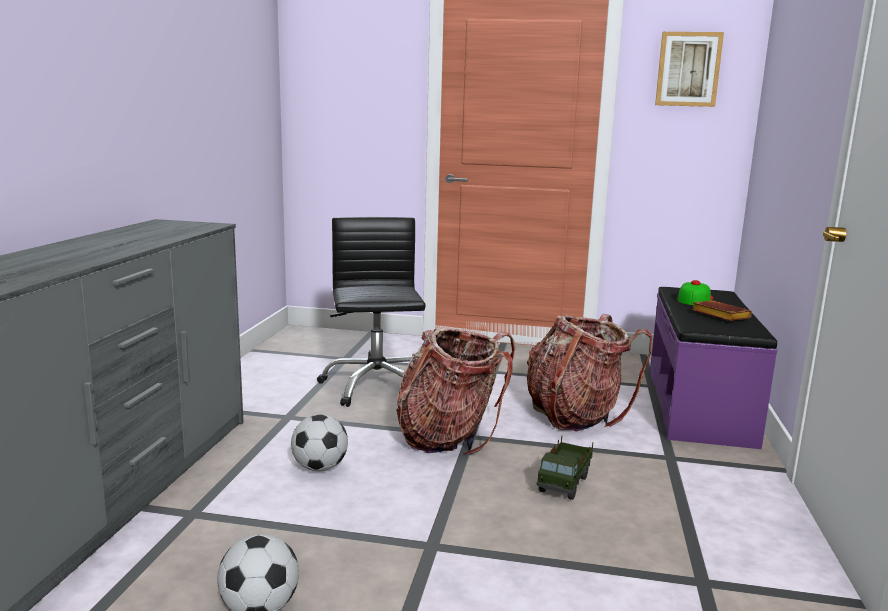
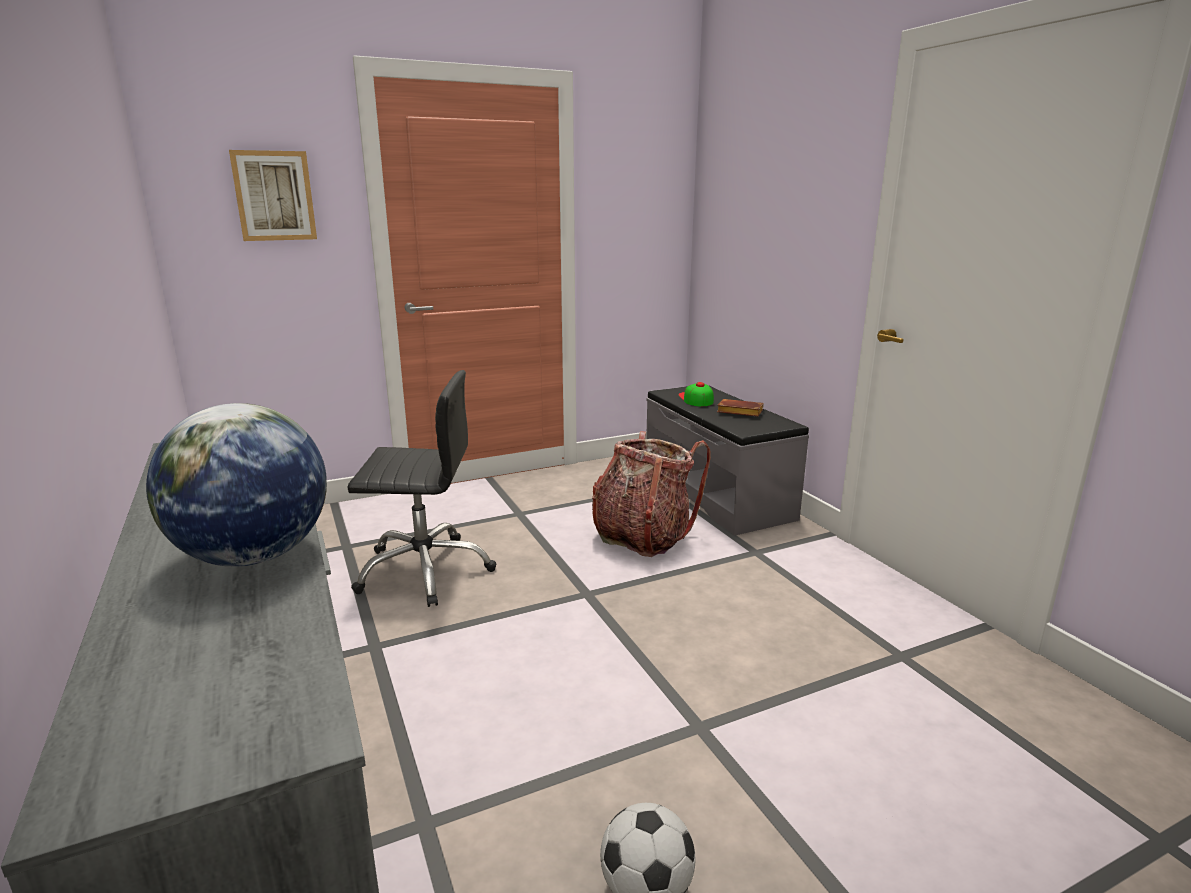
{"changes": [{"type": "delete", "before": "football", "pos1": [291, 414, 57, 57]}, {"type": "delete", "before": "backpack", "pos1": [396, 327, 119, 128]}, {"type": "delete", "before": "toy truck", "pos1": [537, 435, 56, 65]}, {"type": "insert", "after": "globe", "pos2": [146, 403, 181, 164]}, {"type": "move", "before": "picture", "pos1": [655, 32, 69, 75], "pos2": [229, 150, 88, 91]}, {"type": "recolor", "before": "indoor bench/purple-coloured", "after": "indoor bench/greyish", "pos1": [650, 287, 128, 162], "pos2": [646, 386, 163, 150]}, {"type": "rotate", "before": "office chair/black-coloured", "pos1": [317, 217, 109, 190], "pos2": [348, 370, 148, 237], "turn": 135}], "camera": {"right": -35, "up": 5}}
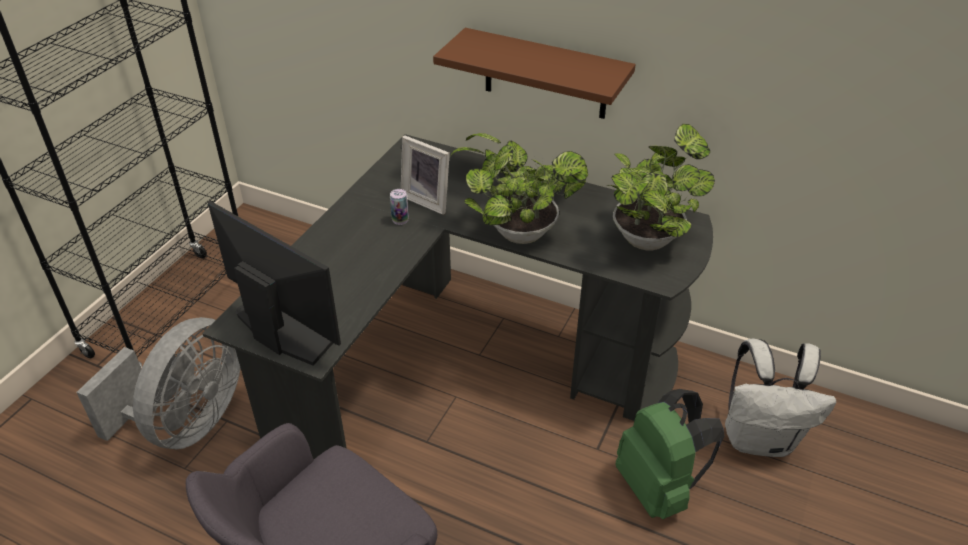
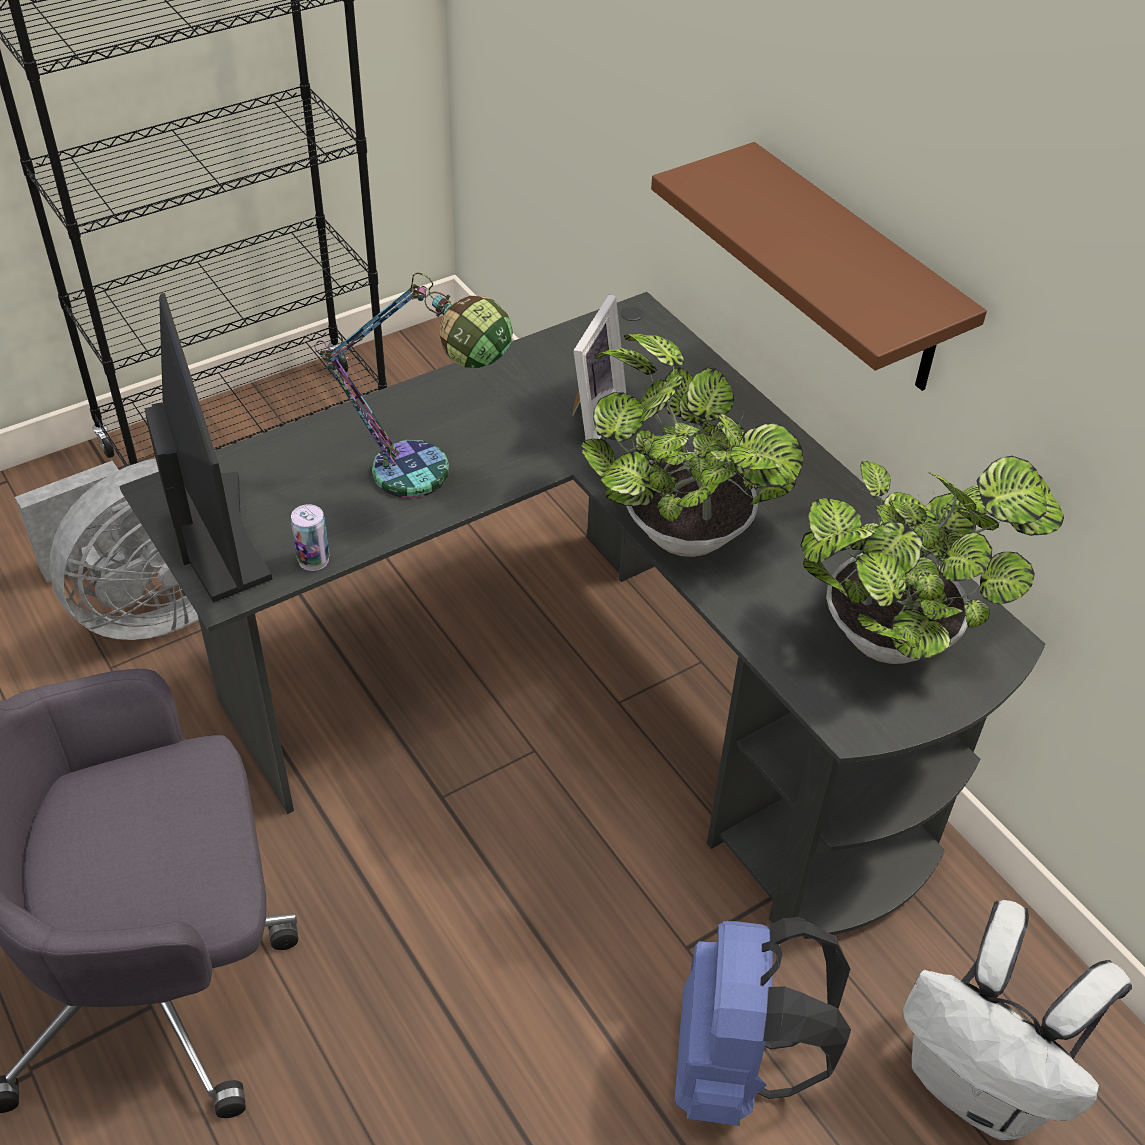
{"changes": [{"type": "insert", "after": "table lamp", "pos2": [315, 273, 198, 225]}, {"type": "move", "before": "sealed can", "pos1": [390, 189, 19, 36], "pos2": [291, 504, 39, 67]}, {"type": "recolor", "before": "backpack/green", "after": "backpack/blue-coloured", "pos1": [615, 389, 109, 130], "pos2": [674, 917, 177, 209]}, {"type": "rotate", "before": "standing frame", "pos1": [401, 136, 49, 79], "pos2": [572, 295, 54, 145], "turn": -135}], "camera": {"right": 30, "up": 5}}
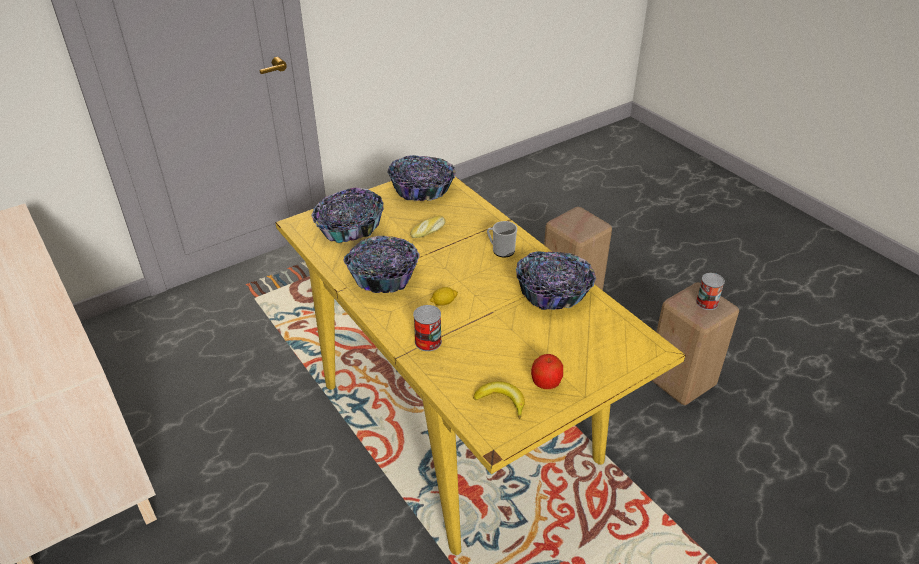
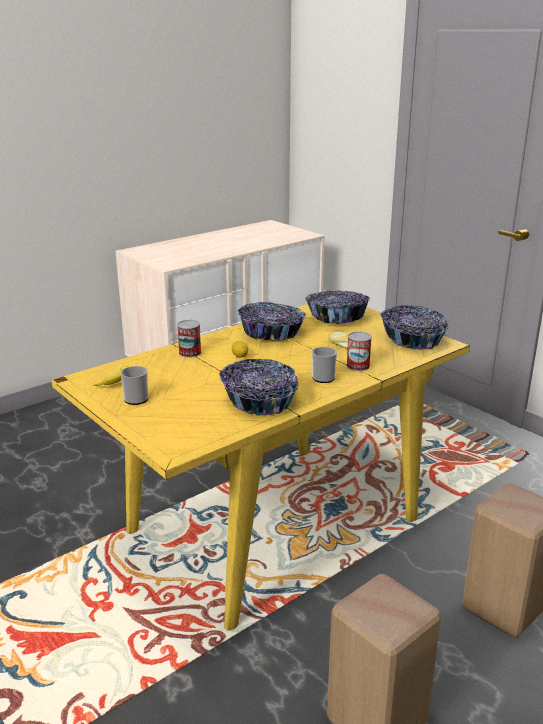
{"changes": [{"type": "move", "before": "sealed can", "pos1": [696, 273, 29, 37], "pos2": [346, 332, 26, 39]}, {"type": "replace", "before": "apple fruit", "after": "mug", "pos1": [531, 354, 32, 35], "pos2": [120, 366, 28, 39]}], "camera": {"right": 85, "up": -15}}
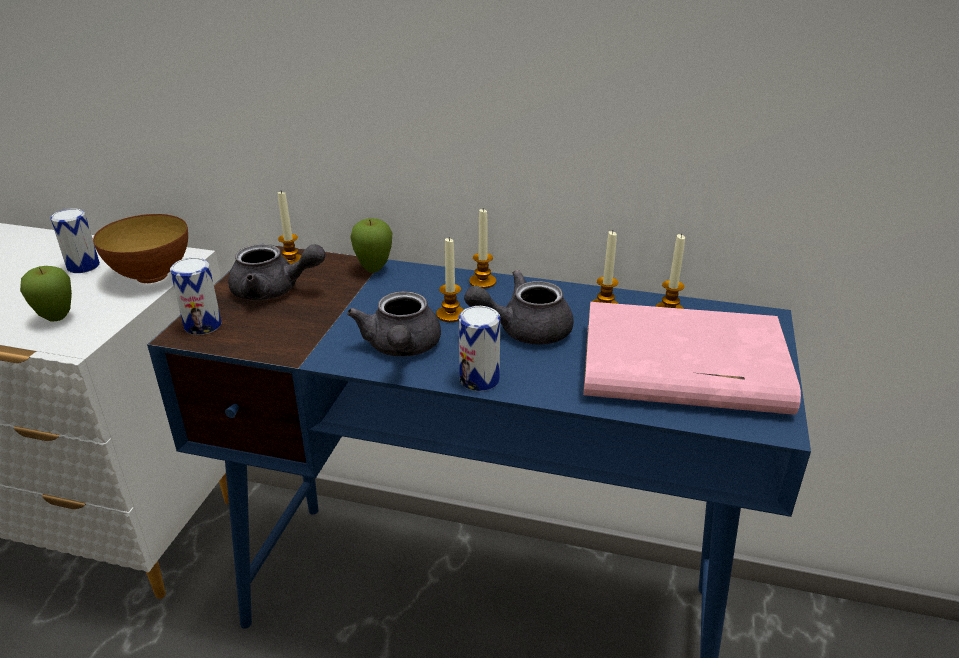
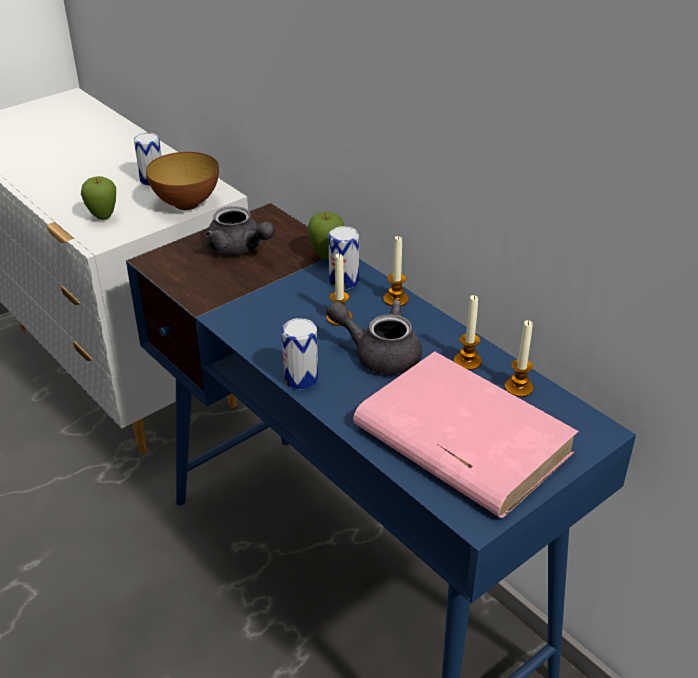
{"changes": [{"type": "delete", "before": "candle", "pos1": [278, 191, 24, 73]}, {"type": "delete", "before": "tea pot/greyish", "pos1": [347, 291, 94, 65]}, {"type": "move", "before": "sealed can", "pos1": [170, 257, 52, 78], "pos2": [328, 226, 31, 64]}], "camera": {"right": 35, "up": 5}}
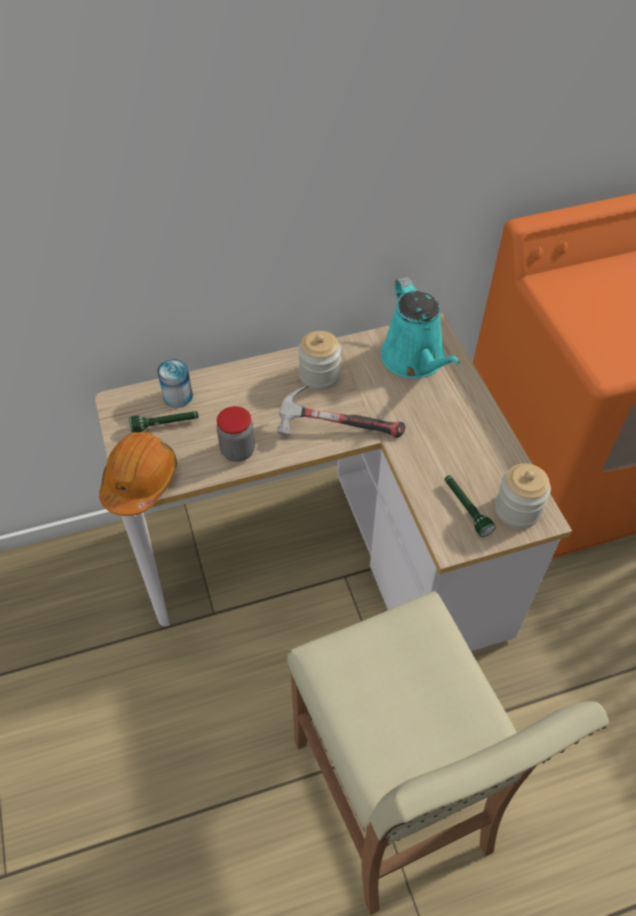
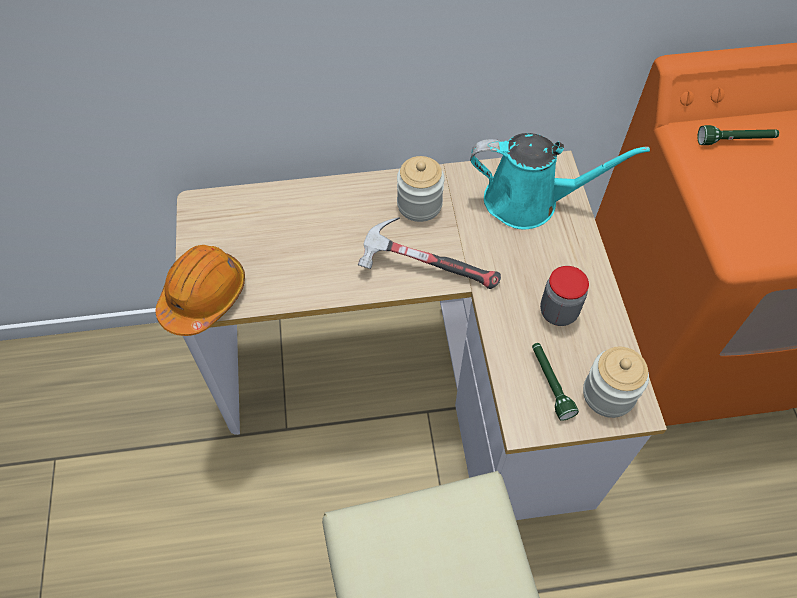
{"changes": [{"type": "delete", "before": "sealed can", "pos1": [157, 359, 36, 49]}, {"type": "move", "before": "torch/green", "pos1": [129, 411, 70, 22], "pos2": [698, 125, 81, 20]}, {"type": "move", "before": "storage jar", "pos1": [217, 406, 38, 56], "pos2": [540, 266, 49, 60]}, {"type": "rotate", "before": "watering can/turquoise", "pos1": [381, 277, 80, 101], "pos2": [470, 133, 180, 96], "turn": -75}], "camera": {"right": 10, "up": 5}}
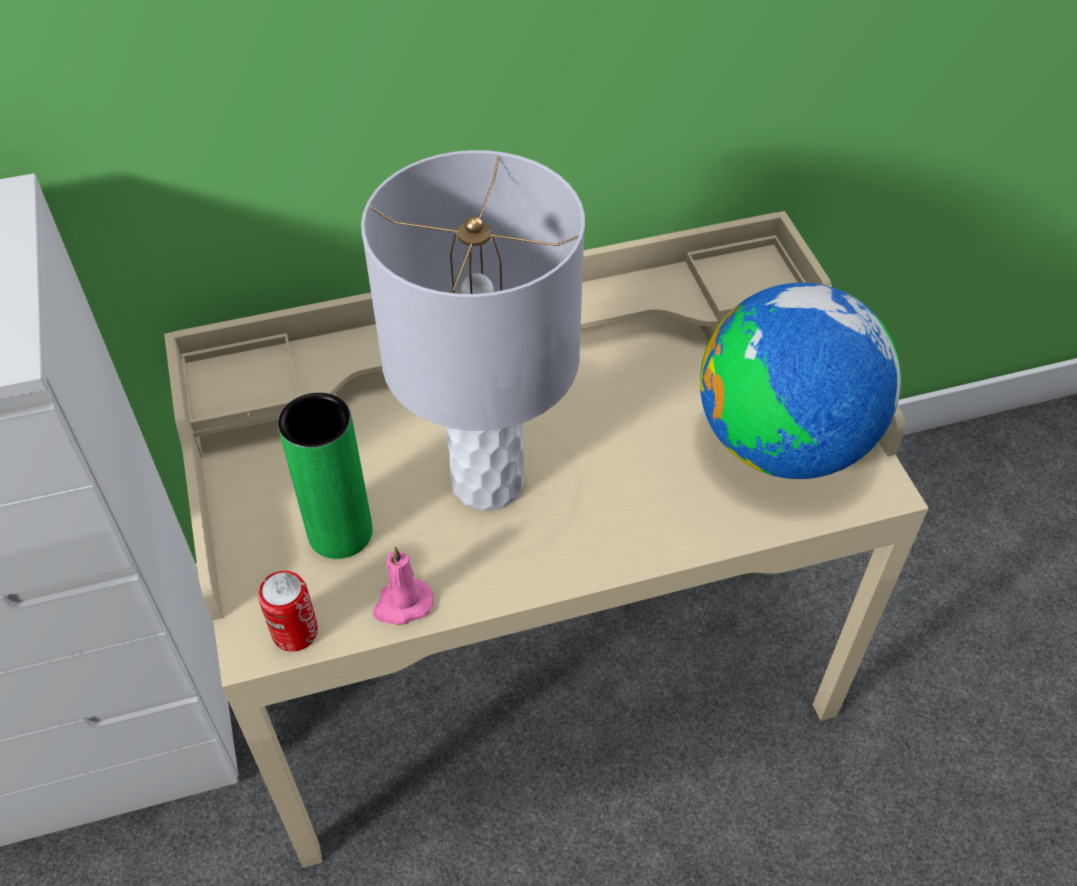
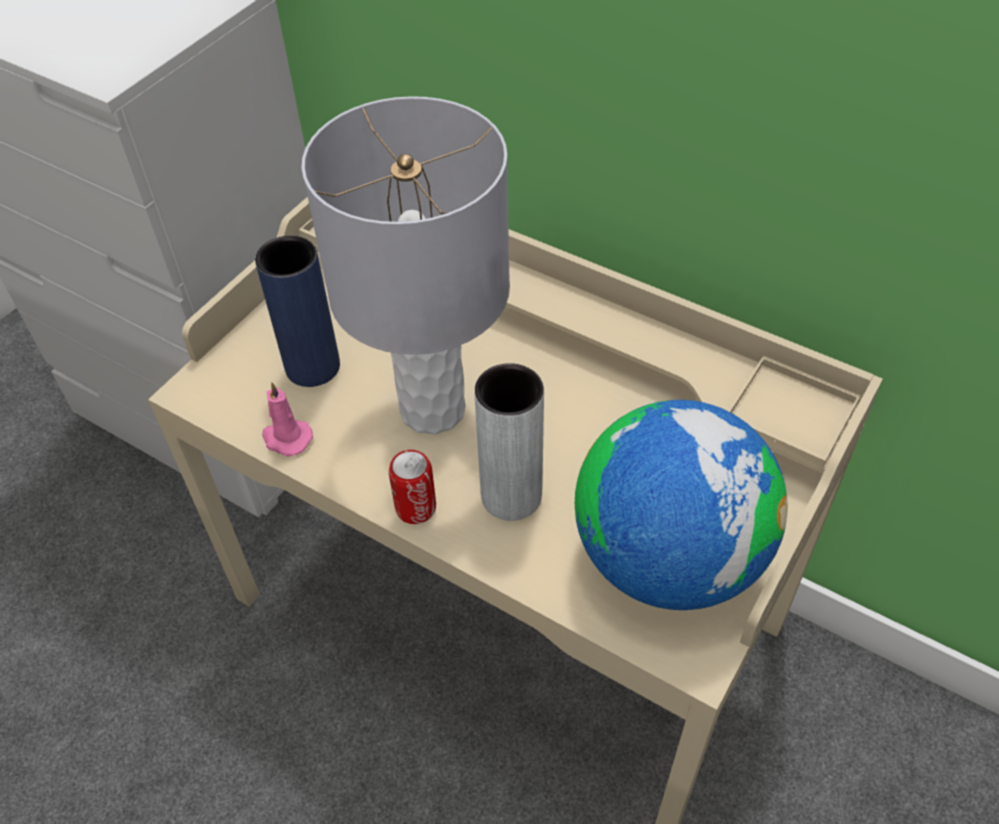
{"changes": [{"type": "insert", "after": "vase/greyish", "pos2": [474, 363, 70, 158]}, {"type": "move", "before": "sealed can", "pos1": [259, 571, 59, 81], "pos2": [389, 450, 47, 74]}, {"type": "recolor", "before": "vase/green", "after": "vase/blue-coloured", "pos1": [278, 393, 95, 166], "pos2": [255, 236, 85, 151]}], "camera": {"right": 50, "up": 0}}
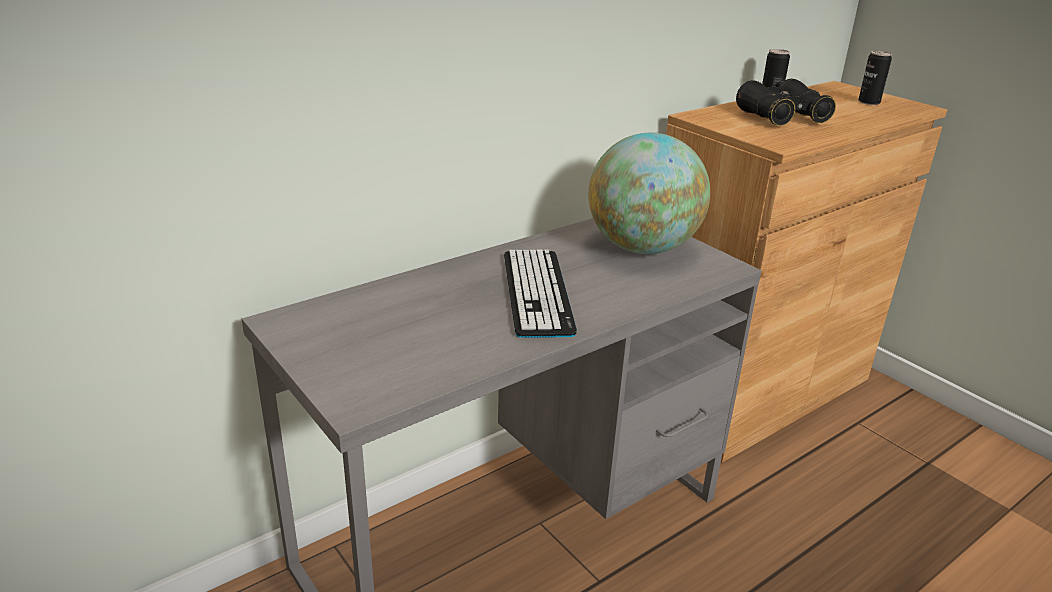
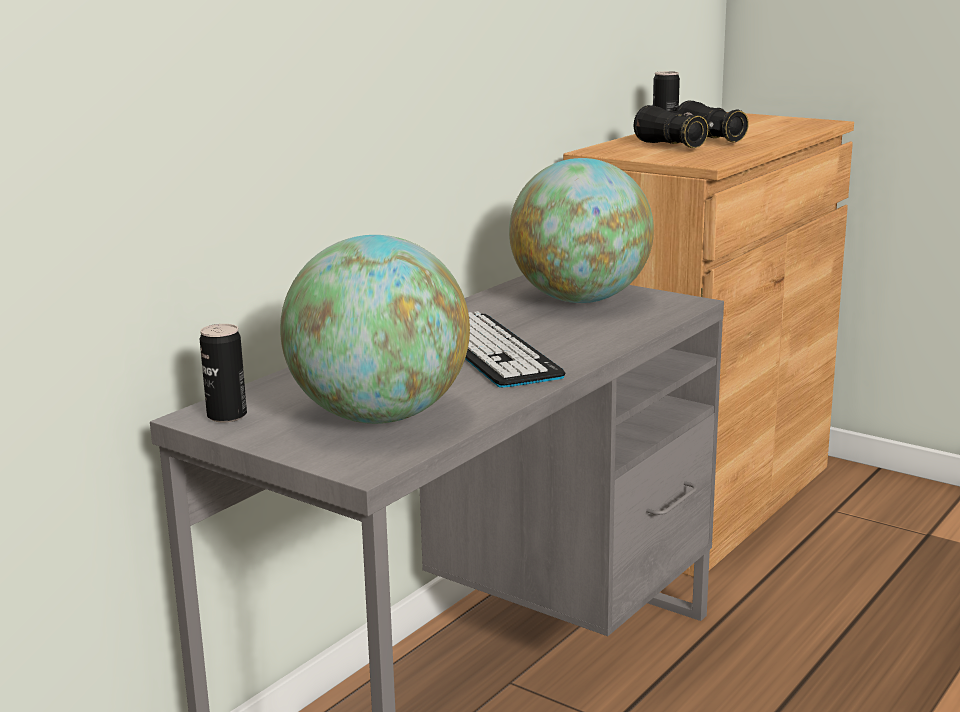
{"changes": [{"type": "insert", "after": "globe", "pos2": [280, 235, 190, 189]}, {"type": "move", "before": "sealed can", "pos1": [858, 51, 34, 54], "pos2": [200, 324, 47, 98]}], "camera": {"right": -15, "up": -10}}
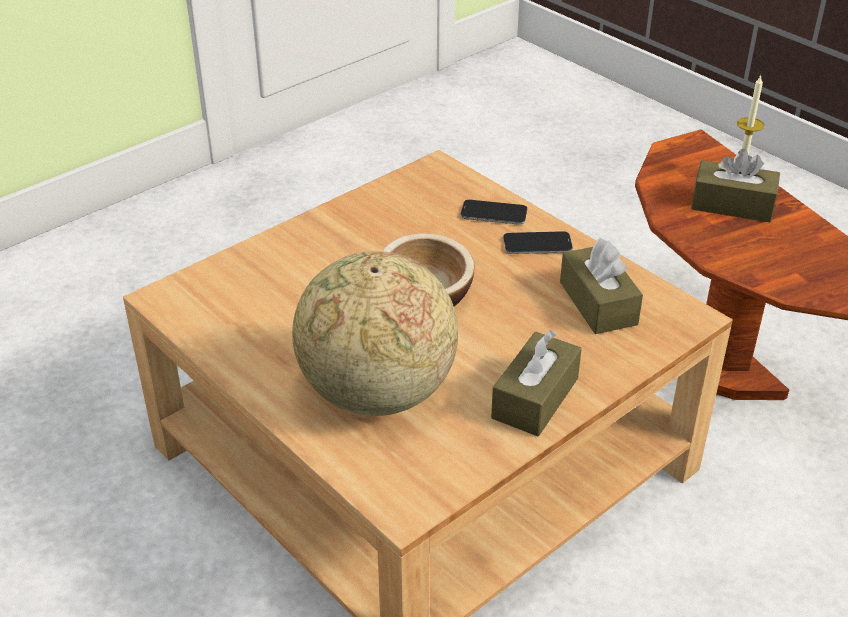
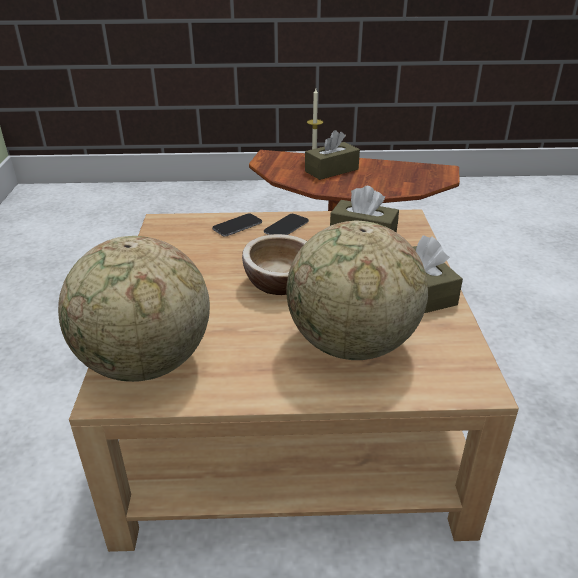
{"changes": [{"type": "insert", "after": "globe", "pos2": [58, 236, 152, 146]}], "camera": {"right": -50, "up": -5}}
